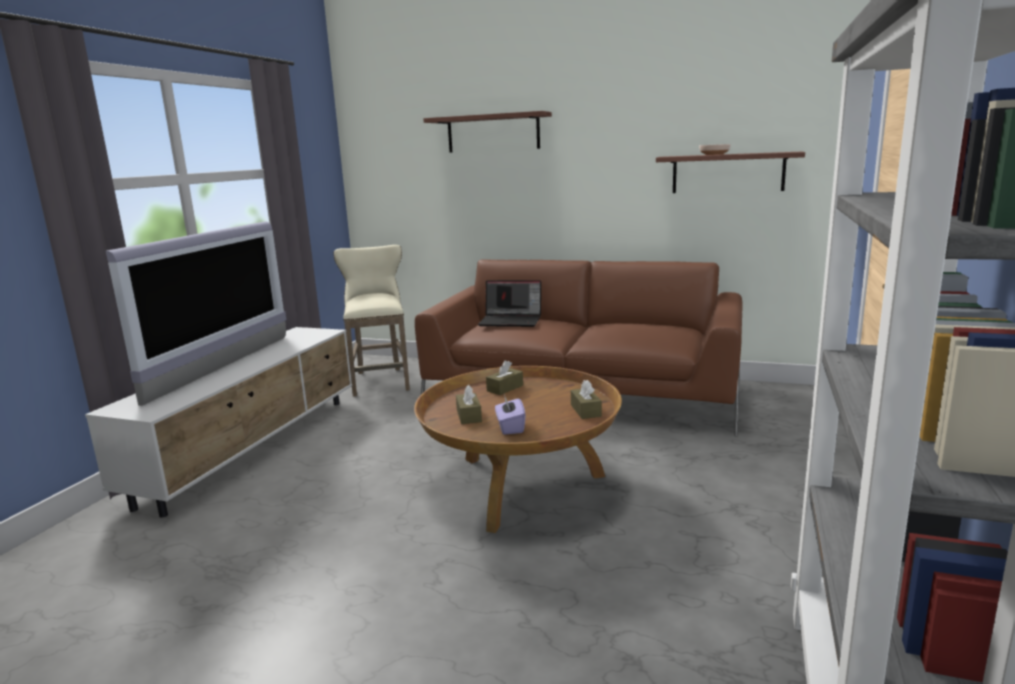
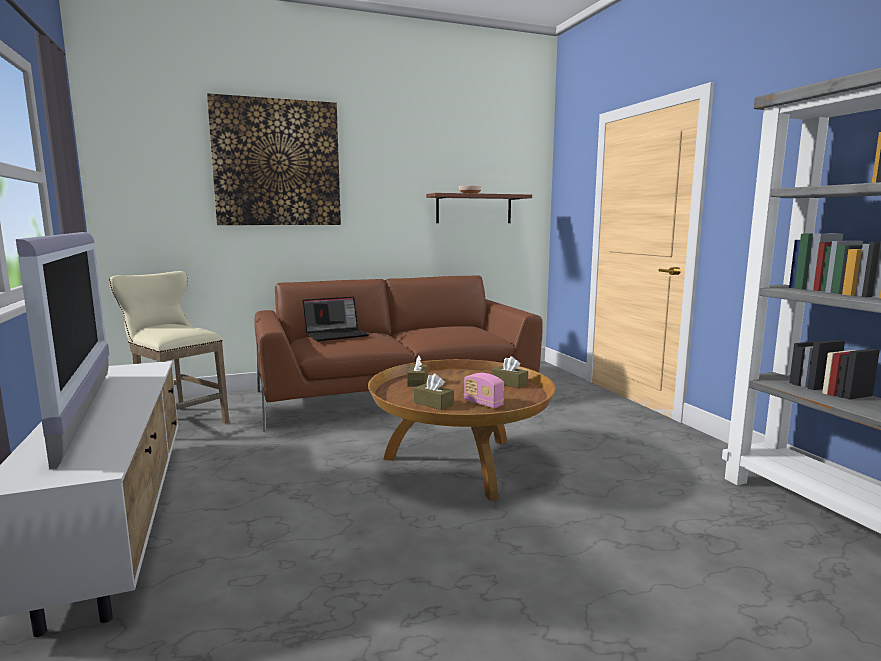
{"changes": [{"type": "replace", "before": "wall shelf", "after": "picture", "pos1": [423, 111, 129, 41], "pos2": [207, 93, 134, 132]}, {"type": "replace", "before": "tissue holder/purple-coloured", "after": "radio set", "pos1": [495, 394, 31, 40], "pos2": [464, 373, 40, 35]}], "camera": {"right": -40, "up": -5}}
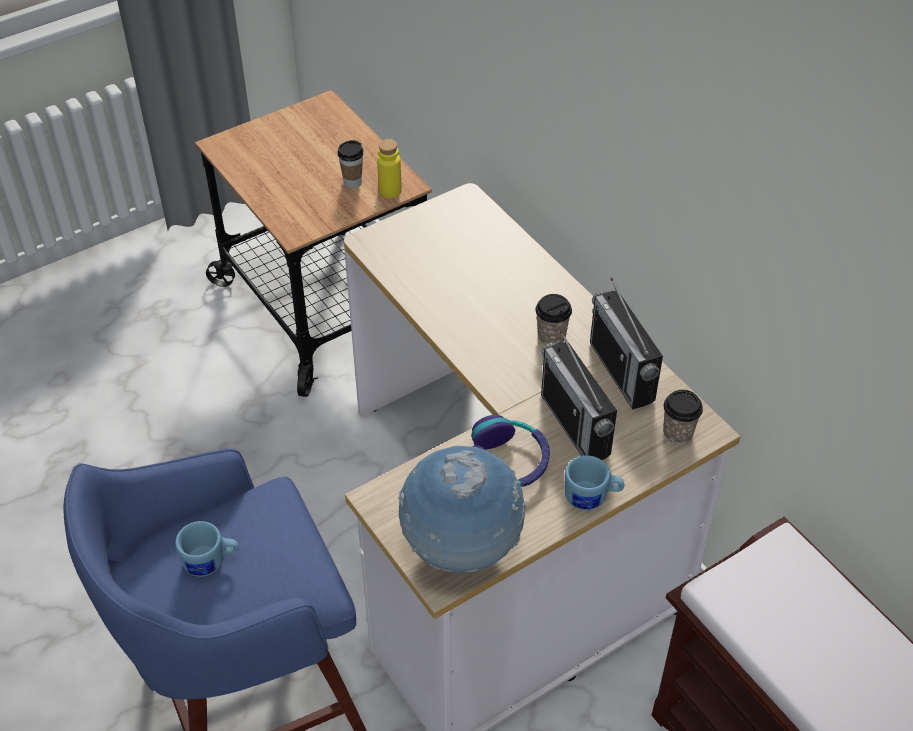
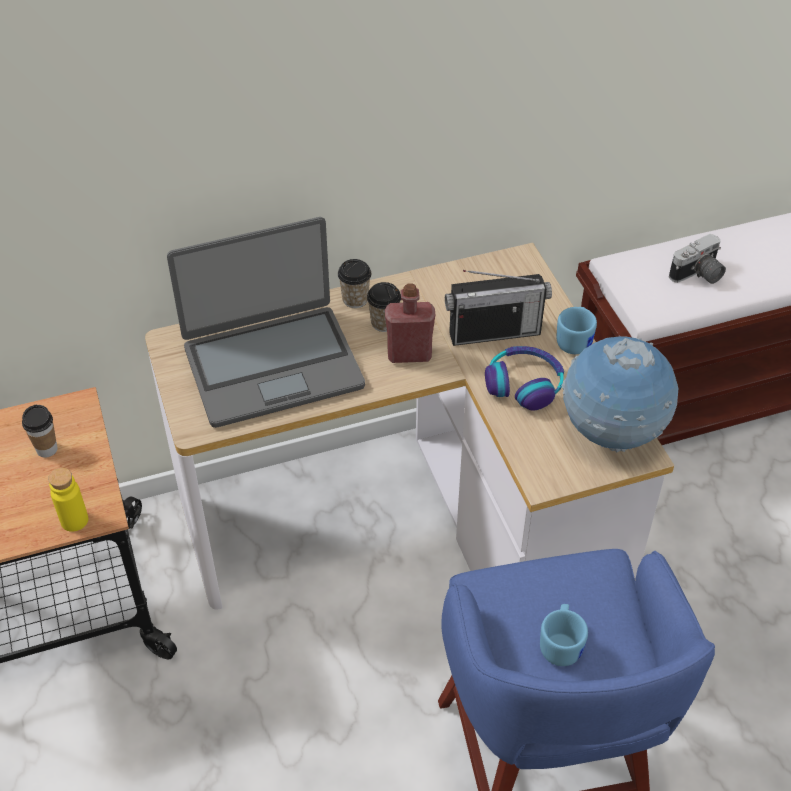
{"changes": [{"type": "delete", "before": "radio set", "pos1": [590, 278, 73, 132]}, {"type": "insert", "after": "notebook computer", "pos2": [167, 217, 198, 211]}, {"type": "insert", "after": "beverage bottle/reddish", "pos2": [385, 283, 50, 80]}, {"type": "insert", "after": "still camera", "pos2": [669, 233, 57, 51]}, {"type": "move", "before": "beverage bottle/yellow-coloured", "pos1": [377, 139, 25, 59], "pos2": [48, 468, 40, 64]}, {"type": "move", "before": "small cup", "pos1": [663, 390, 40, 54], "pos2": [338, 259, 33, 49]}], "camera": {"right": -75, "up": 0}}
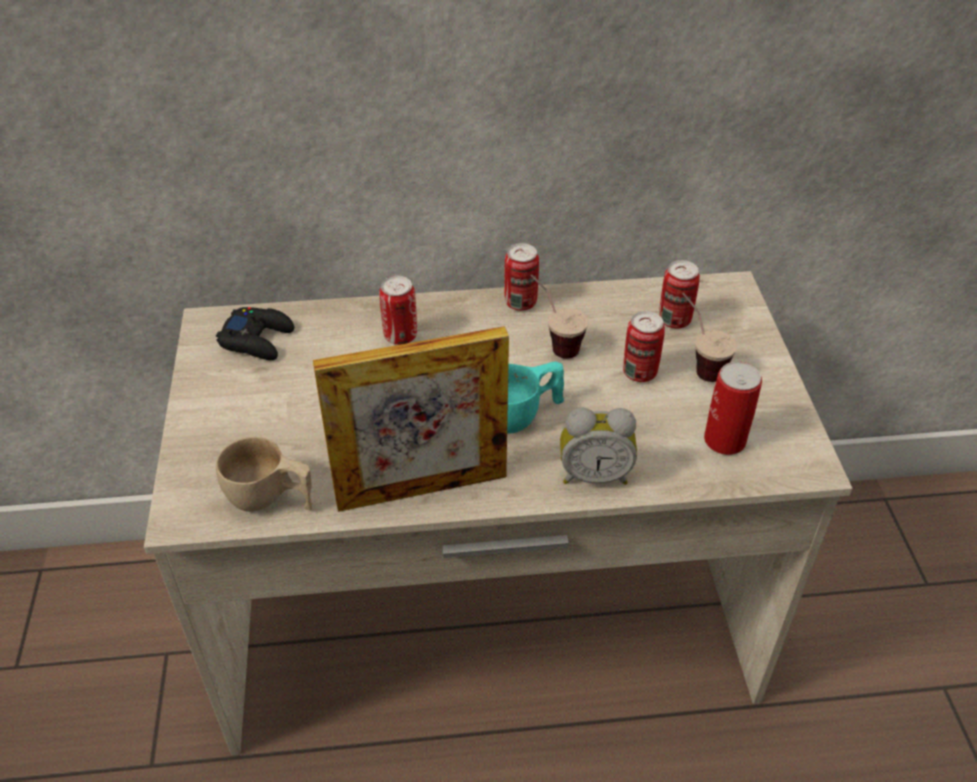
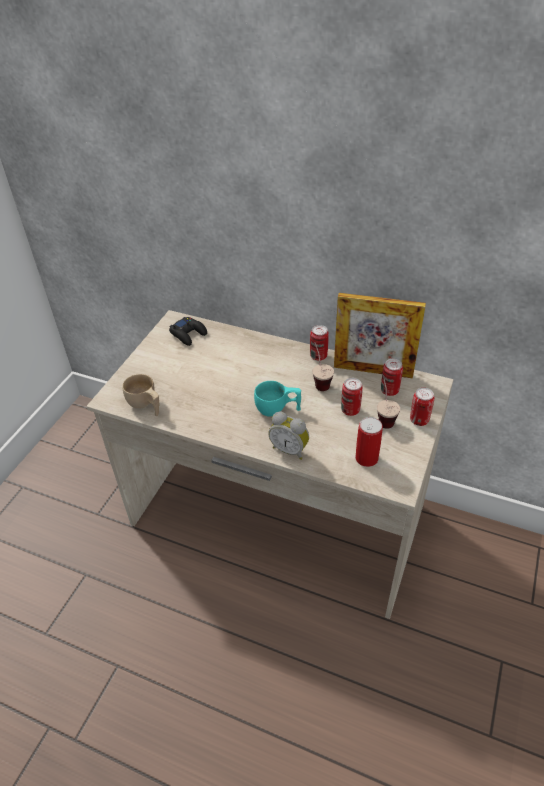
{"changes": [{"type": "move", "before": "standing frame", "pos1": [313, 326, 196, 186], "pos2": [334, 293, 92, 85]}, {"type": "move", "before": "sealed can", "pos1": [379, 276, 38, 69], "pos2": [410, 387, 24, 39]}], "camera": {"right": 30, "up": 0}}
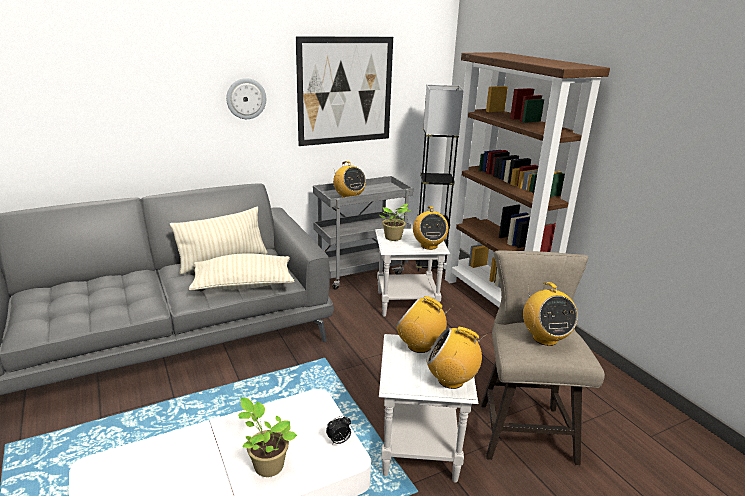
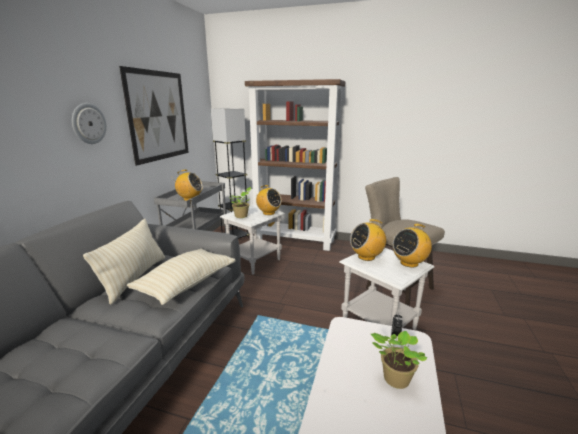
{"changes": [{"type": "delete", "before": "radio set", "pos1": [523, 282, 55, 64]}], "camera": {"right": -45, "up": -5}}
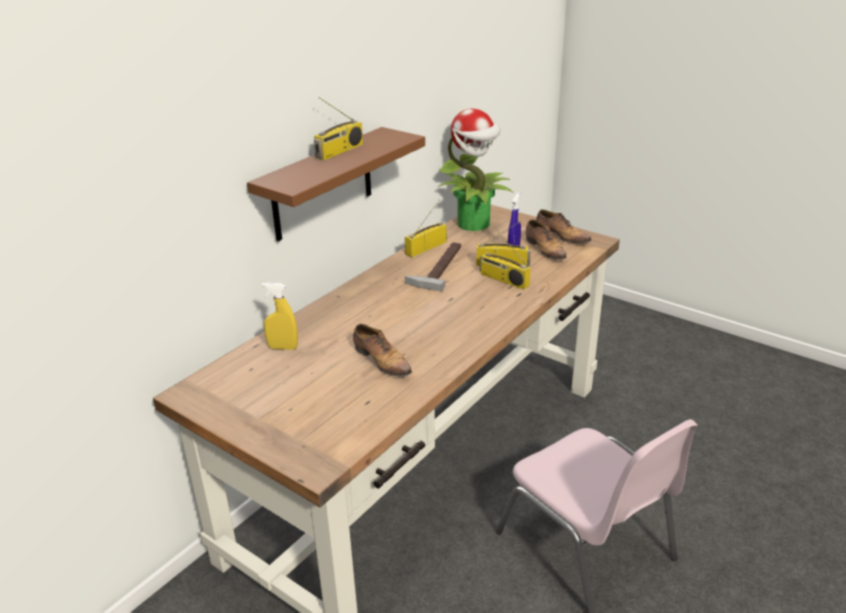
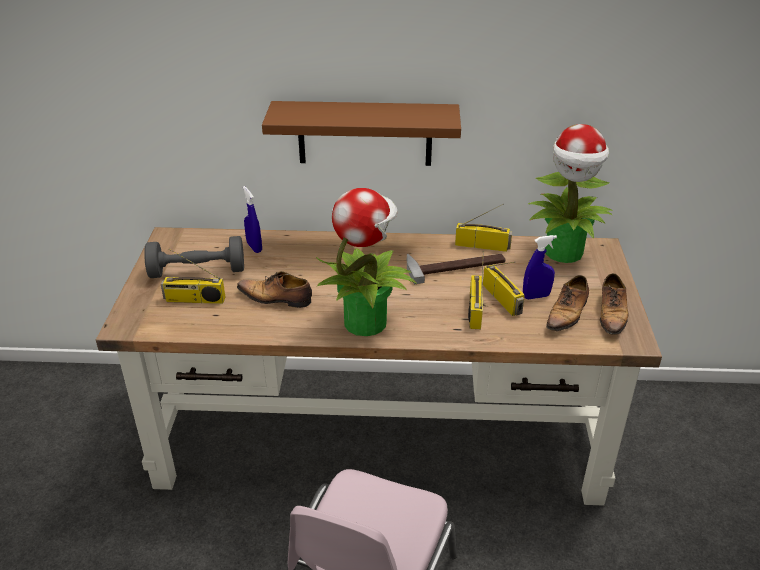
{"changes": [{"type": "insert", "after": "free weight/greyish", "pos2": [144, 236, 100, 42]}, {"type": "insert", "after": "plant in a pot", "pos2": [315, 188, 102, 148]}, {"type": "move", "before": "radio set", "pos1": [314, 97, 49, 63], "pos2": [161, 249, 64, 55]}, {"type": "recolor", "before": "hand sprayer/yellow-coloured", "after": "hand sprayer/blue-coloured", "pos1": [262, 283, 36, 67], "pos2": [243, 186, 19, 67]}, {"type": "rotate", "before": "shoe", "pos1": [353, 324, 59, 54], "pos2": [237, 271, 75, 37], "turn": 90}], "camera": {"right": 55, "up": 5}}
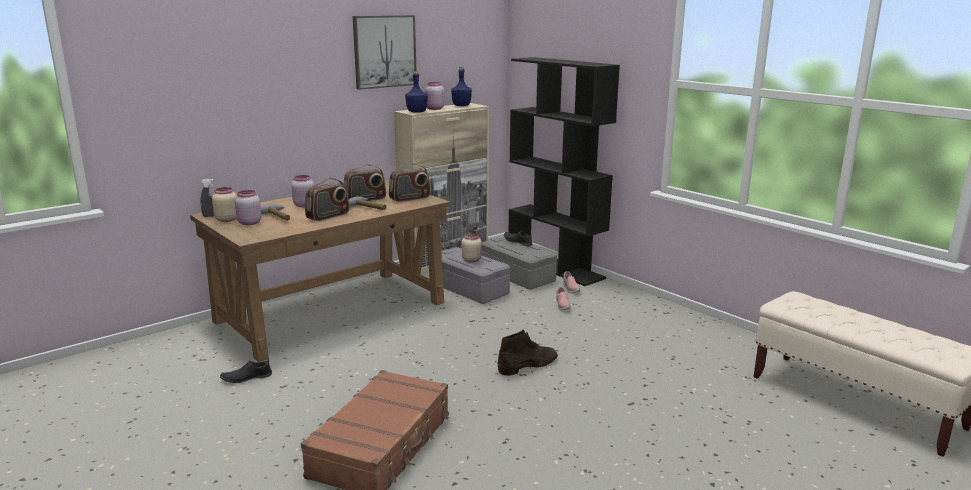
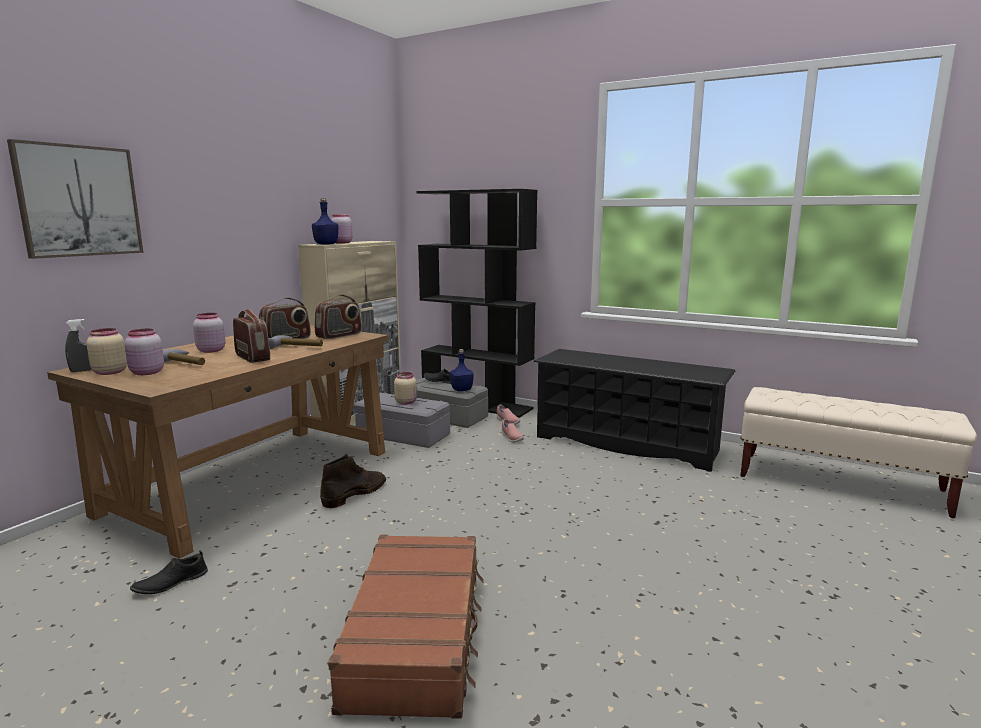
{"changes": [{"type": "insert", "after": "shoe shelf/black-coloured", "pos2": [534, 349, 201, 123]}, {"type": "move", "before": "picture", "pos1": [353, 15, 63, 75], "pos2": [7, 139, 136, 120]}, {"type": "move", "before": "beverage bottle/blue-coloured", "pos1": [451, 67, 21, 39], "pos2": [450, 349, 24, 42]}, {"type": "move", "before": "high-top boot/brownish", "pos1": [498, 329, 60, 47], "pos2": [320, 453, 66, 55]}, {"type": "rotate", "before": "radio set", "pos1": [305, 178, 44, 43], "pos2": [233, 309, 37, 54], "turn": -60}], "camera": {"right": -20, "up": -5}}
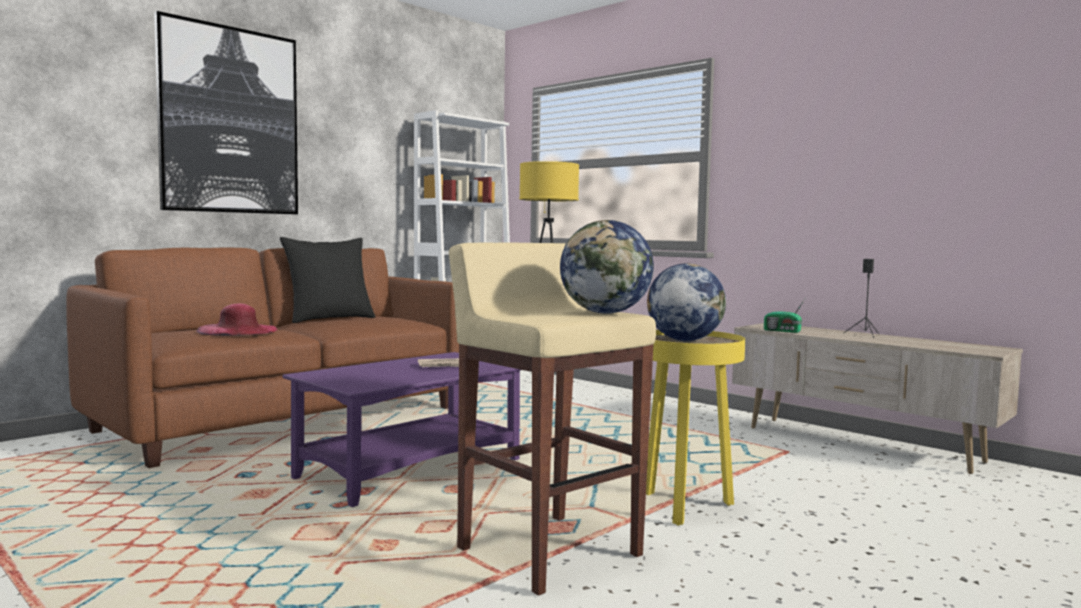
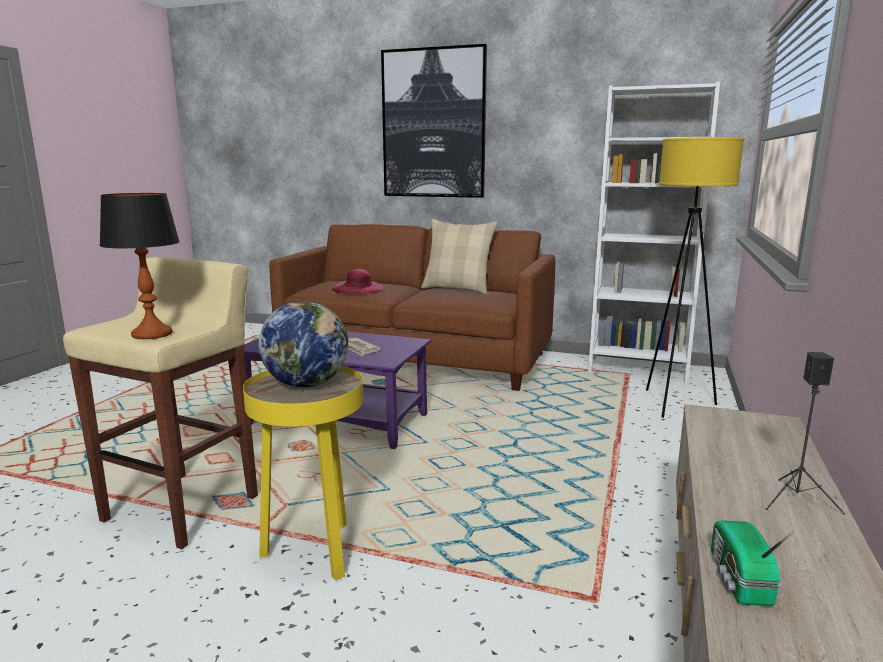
{"changes": [{"type": "move", "before": "radio set", "pos1": [764, 299, 41, 34], "pos2": [711, 520, 82, 86]}, {"type": "replace", "before": "globe", "after": "table lamp", "pos1": [560, 220, 94, 94], "pos2": [99, 193, 81, 146]}, {"type": "recolor", "before": "throw pillow/black-coloured", "after": "throw pillow/beige", "pos1": [280, 237, 95, 86], "pos2": [421, 219, 77, 75]}], "camera": {"right": 65, "up": 10}}
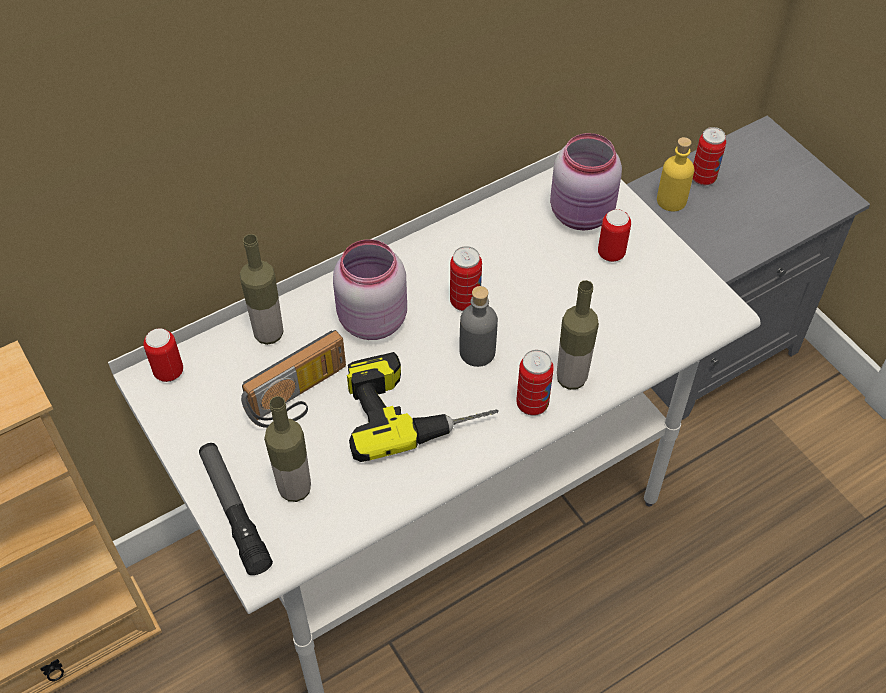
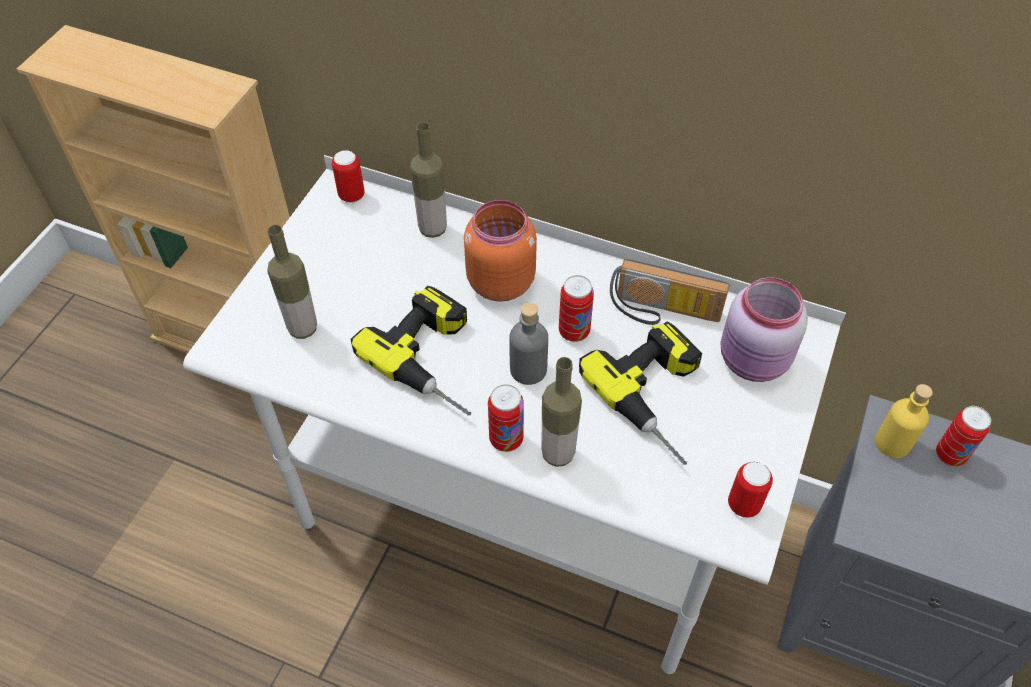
{"changes": [{"type": "delete", "before": "torch", "pos1": [199, 443, 74, 132]}, {"type": "insert", "after": "drill", "pos2": [579, 322, 123, 143]}, {"type": "move", "before": "radio set", "pos1": [241, 330, 105, 98], "pos2": [610, 259, 120, 66]}, {"type": "move", "before": "sealed can", "pos1": [598, 209, 33, 53], "pos2": [728, 462, 45, 56]}, {"type": "recolor", "before": "storage jar/pinkish", "after": "storage jar/orangey", "pos1": [333, 239, 74, 101], "pos2": [464, 200, 73, 102]}], "camera": {"right": 55, "up": 0}}
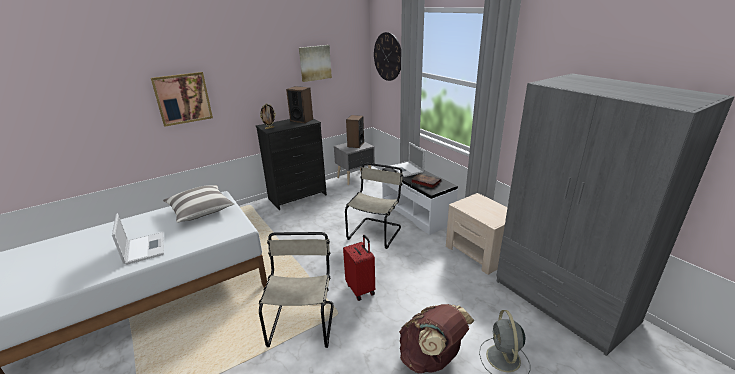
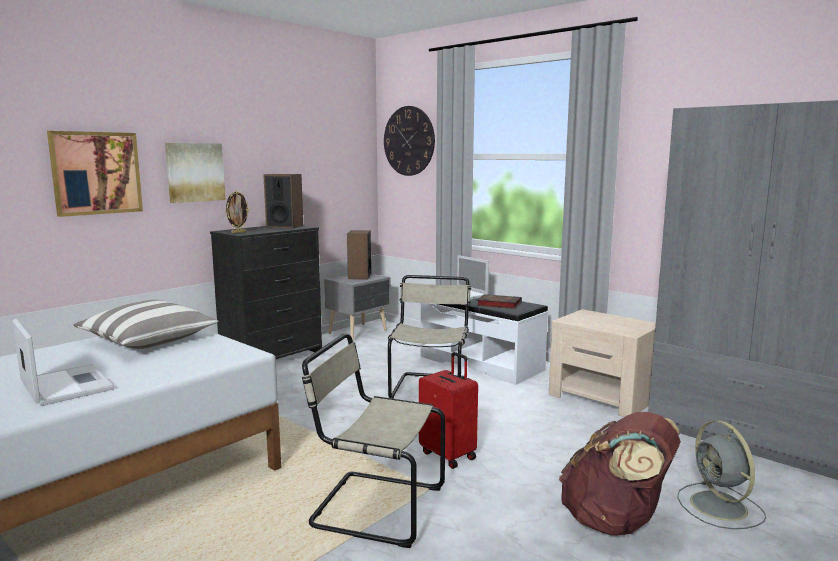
{"changes": [{"type": "move", "before": "picture", "pos1": [299, 45, 33, 37], "pos2": [165, 143, 60, 60]}, {"type": "rotate", "before": "upright chair/beige", "pos1": [259, 232, 75, 116], "pos2": [302, 333, 143, 215], "turn": -60}], "camera": {"right": -15, "up": -15}}
